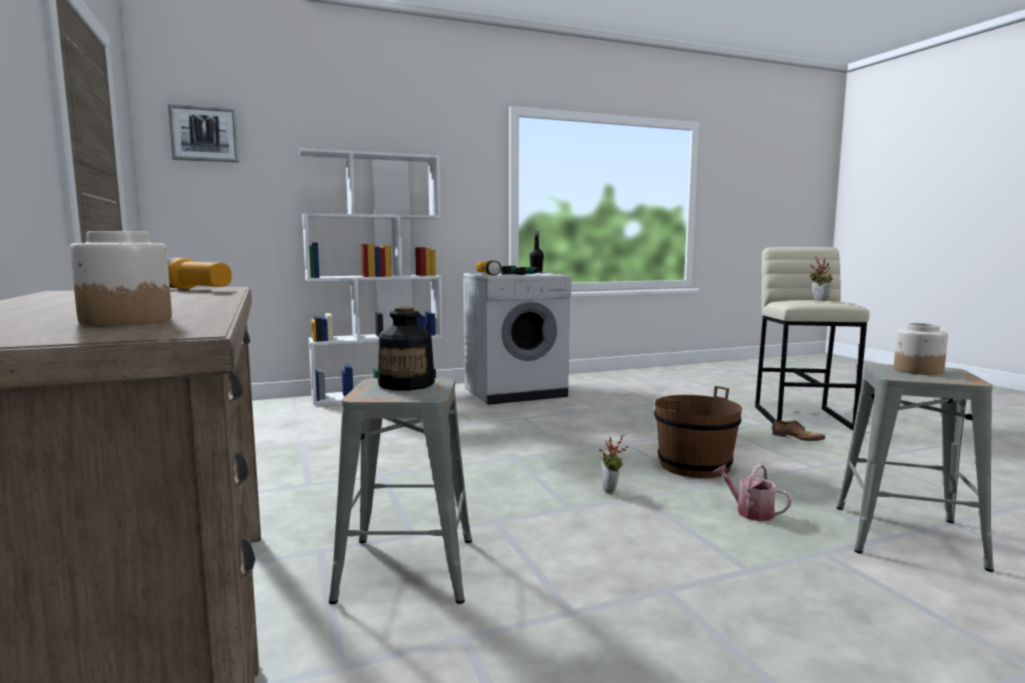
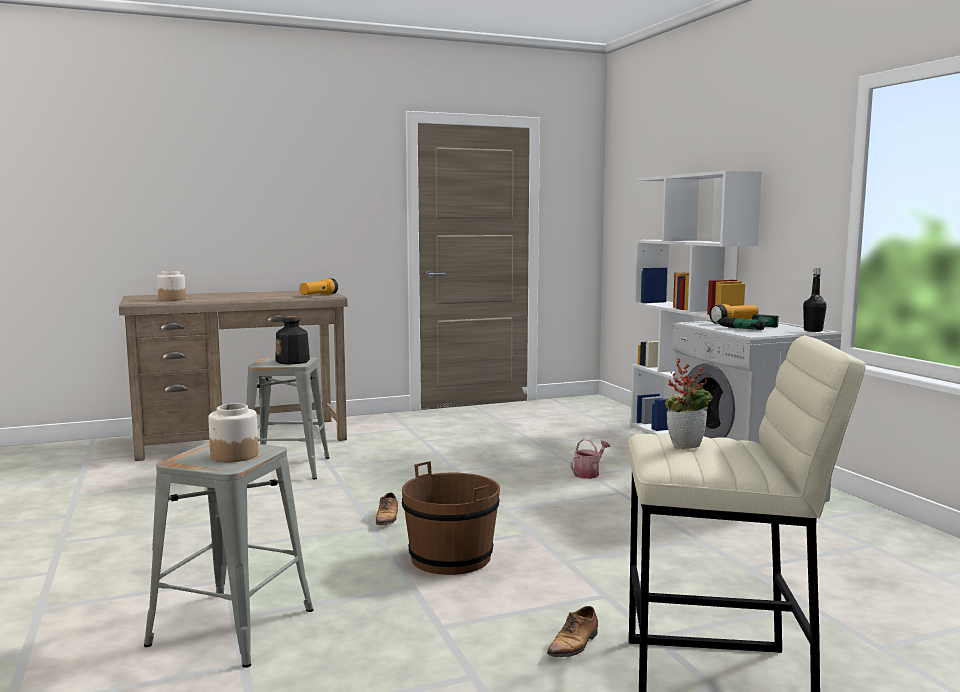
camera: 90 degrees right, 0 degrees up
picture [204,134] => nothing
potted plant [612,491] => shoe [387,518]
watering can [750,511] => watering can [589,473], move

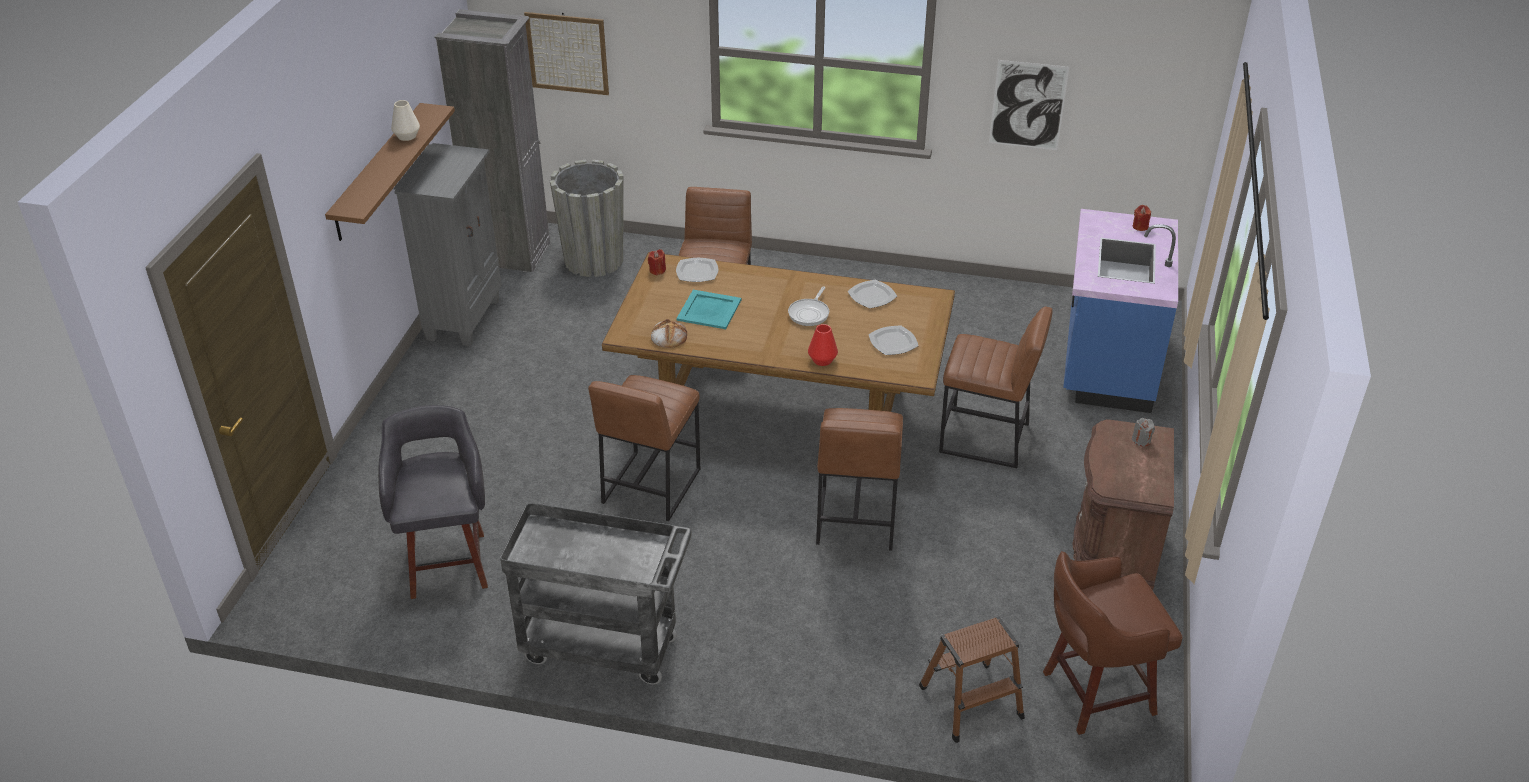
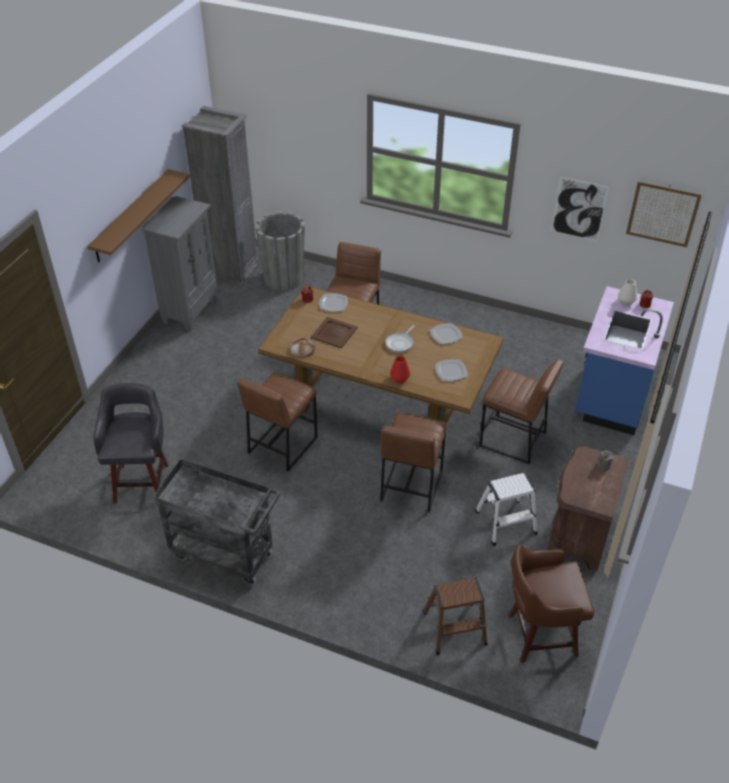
camera: 10 degrees right, 5 degrees up
picture [567,52] => picture [663,212], move
vase (white) [407,136] => vase (white) [626,301], move
tray (turquoise) [708,310] => tray (brown) [333,333]
nothing => step ladder (white) [505,522]

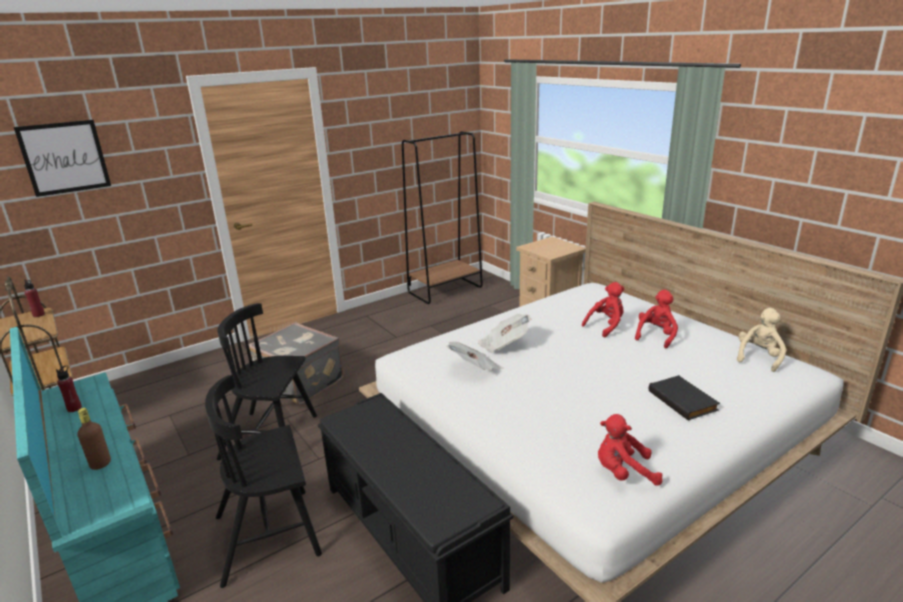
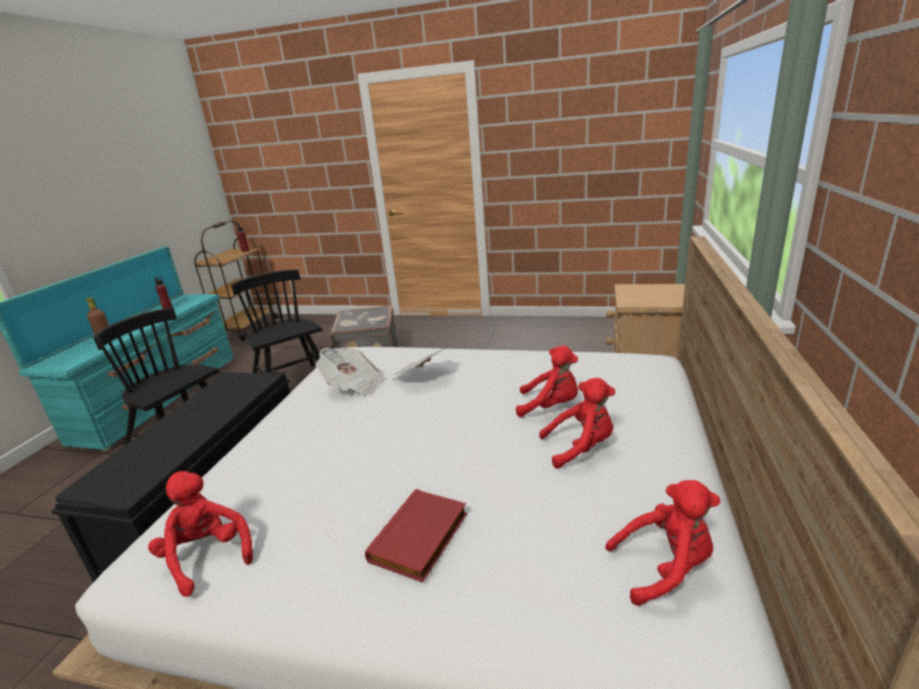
camera: 50 degrees right, 0 degrees up
picture [64,157] => nothing
clothes rack [445,290] => nothing
plush toy (beige) [759,357] => plush toy (red) [664,568]
book (black) [684,400] => book (red) [421,538]

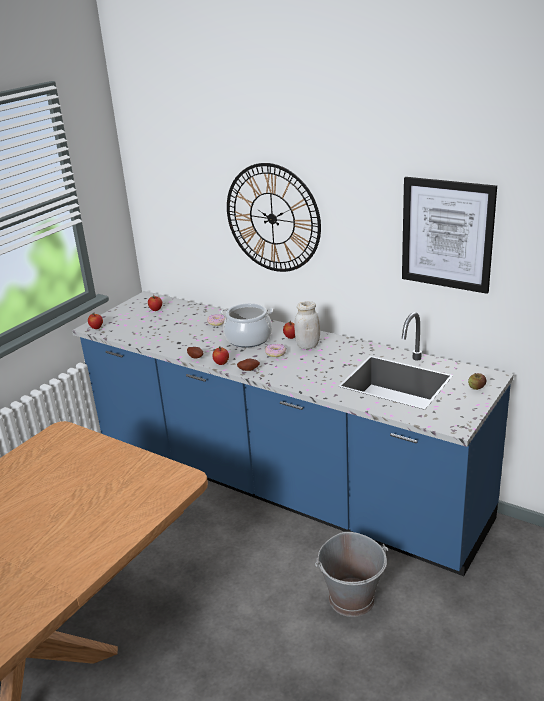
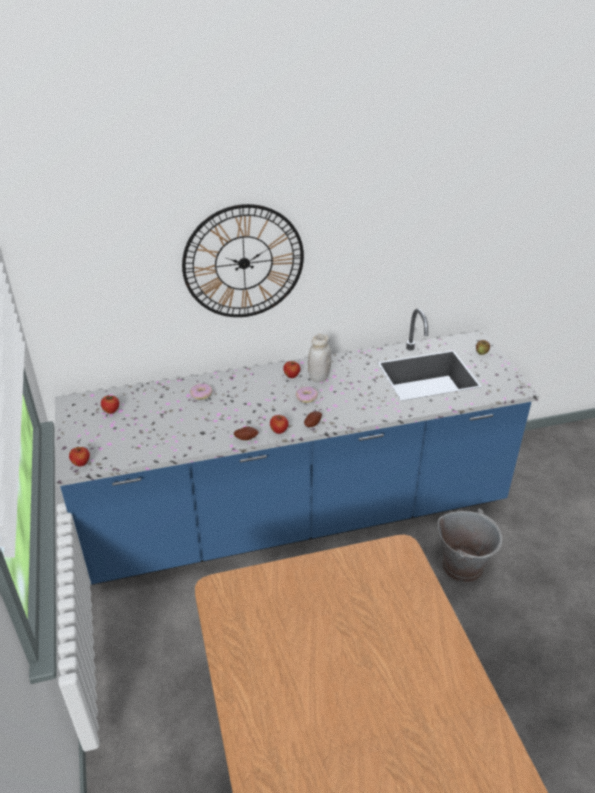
camera: 50 degrees left, 10 degrees up
picture [447,234] => nothing
cooking pot [248,338] => nothing

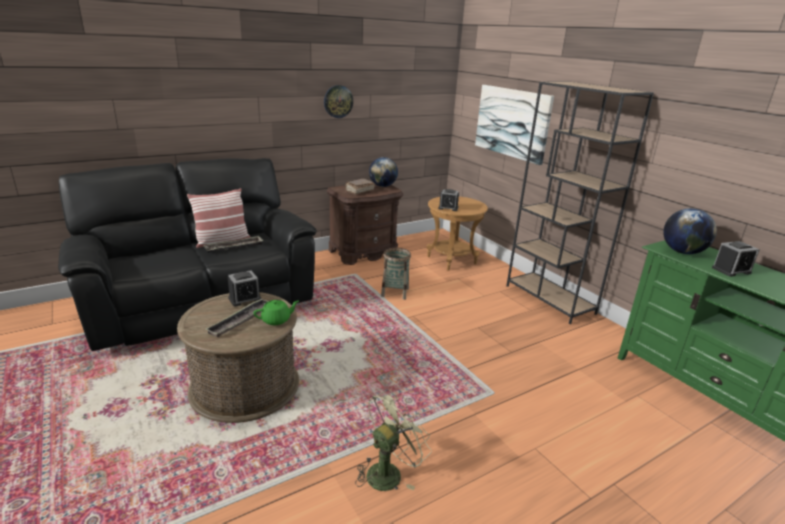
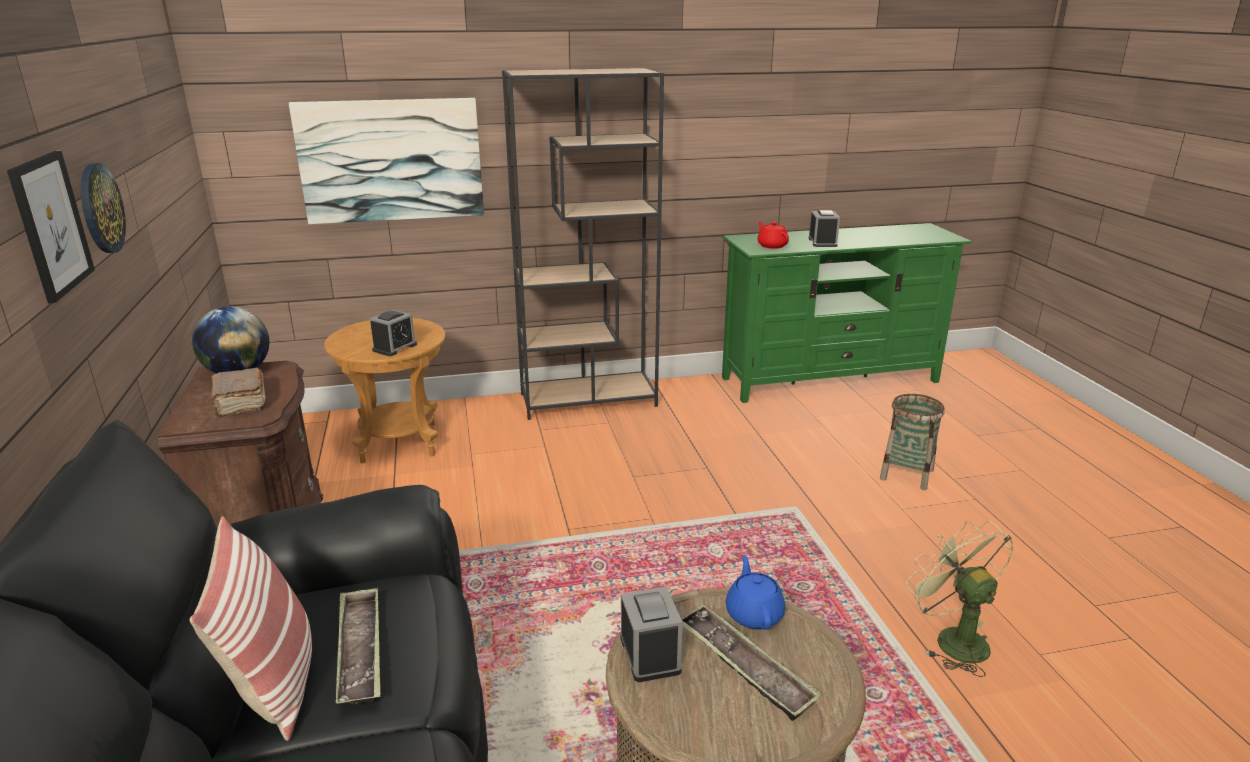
camera: 70 degrees left, 0 degrees up
globe [682,252] => teapot (red) [772,245]
basket [395,292] => basket [907,474], move
teapot (green) [276,320] => teapot (blue) [754,614]
nothing => picture [51,225]

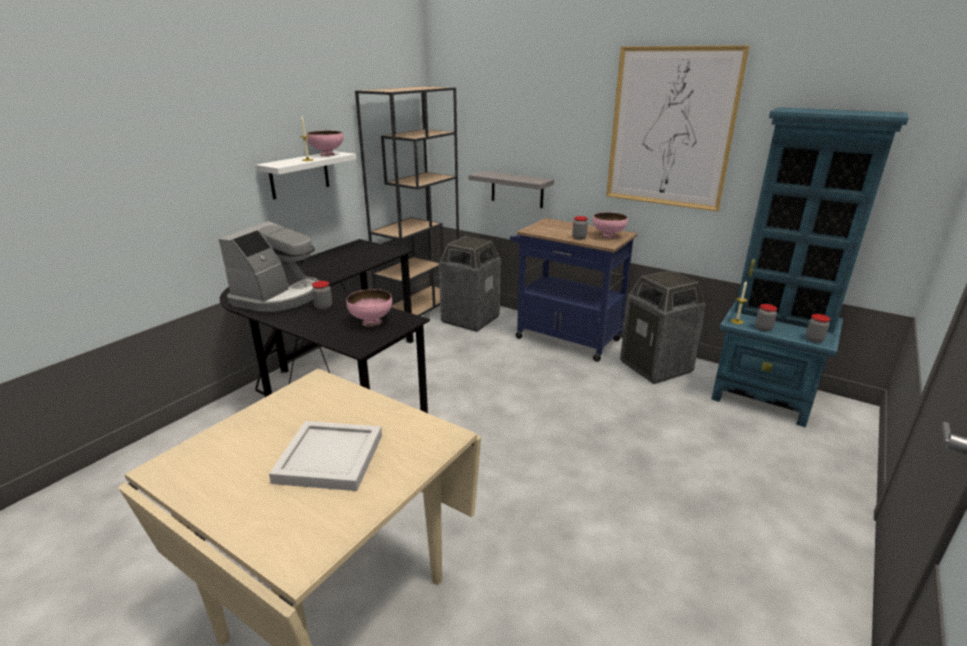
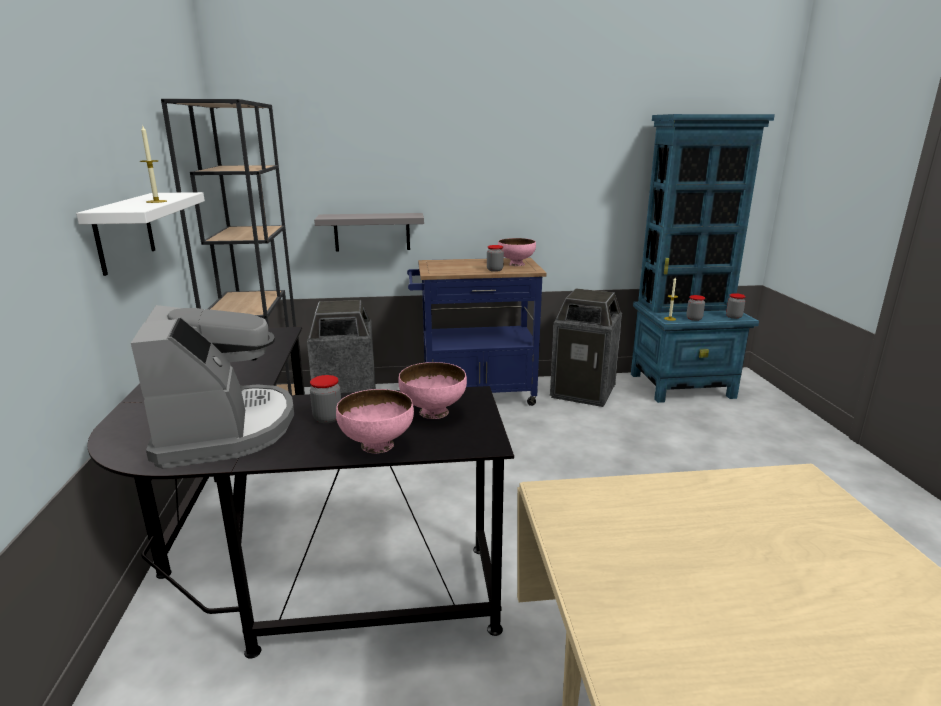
camera: 40 degrees left, 5 degrees down
picture [670,128] => nothing
bowl (pink) [327,155] => bowl (pink) [376,445], move
tray (white) [328,459] => nothing

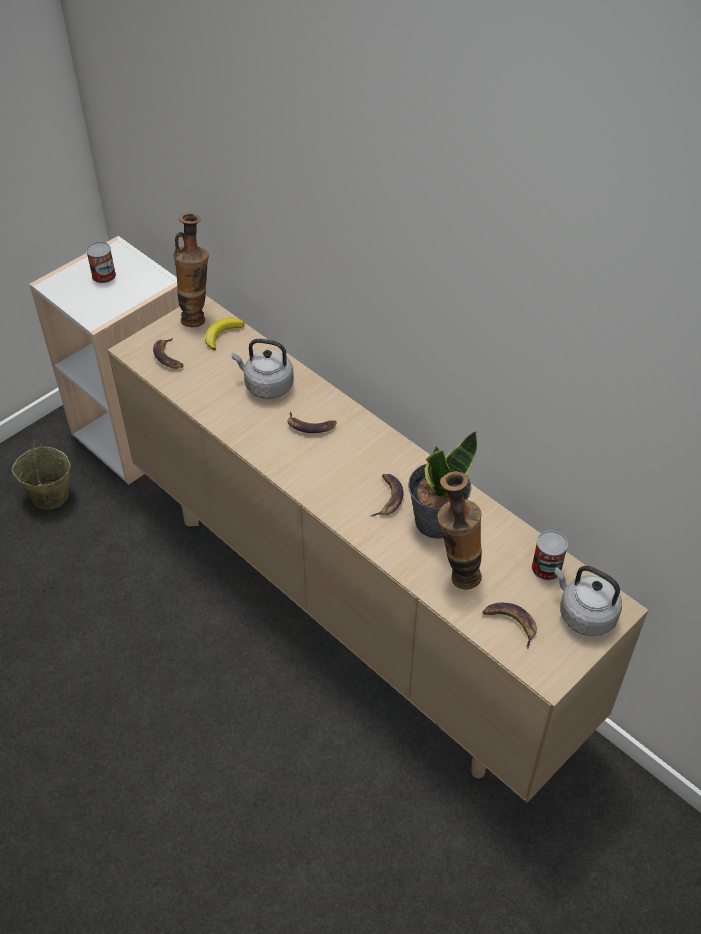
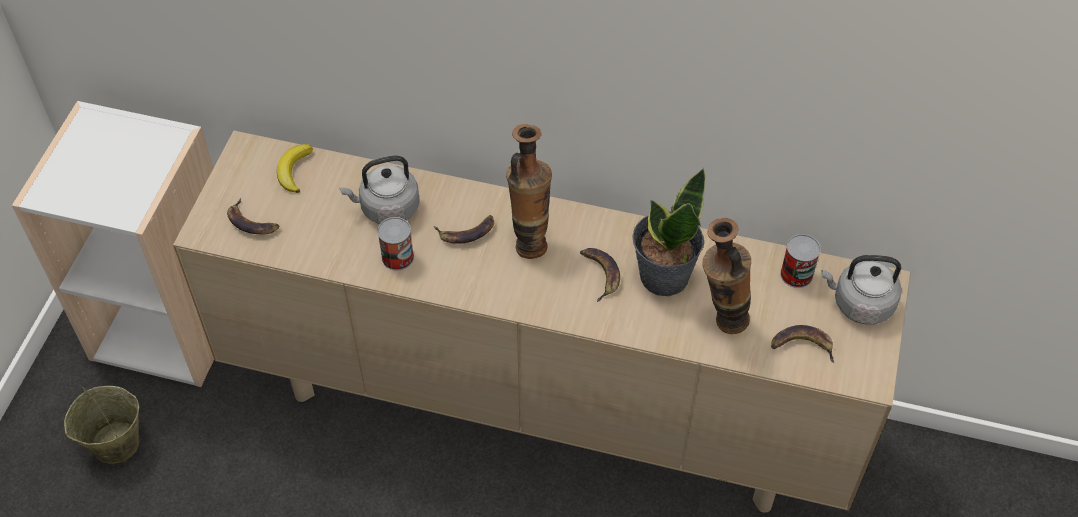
camera: 30 degrees left, 5 degrees up
vase [197,317] => vase [530,240], move
can [104,275] => can [397,257], move

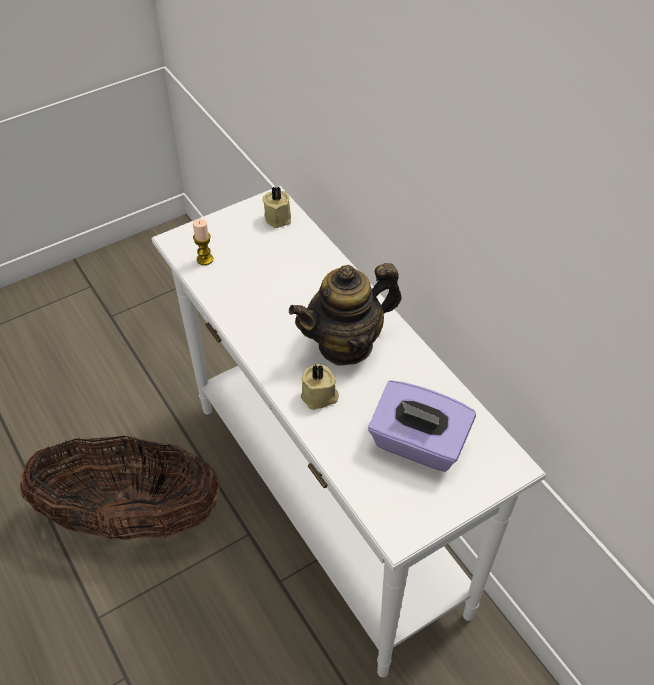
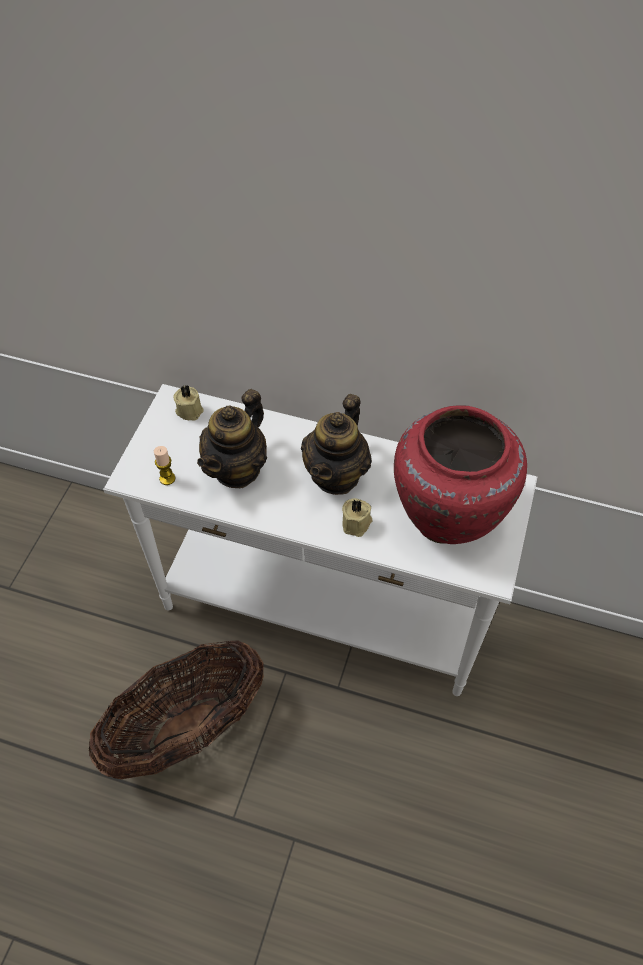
camera: 40 degrees left, 5 degrees up
tissue box (purple) [418,444] => vase (red) [449,511]
nothing => teapot [237,468]

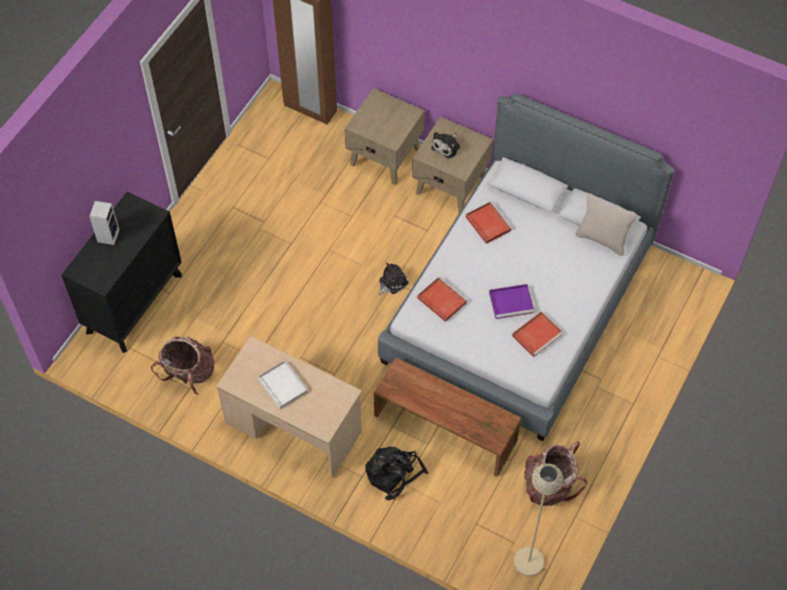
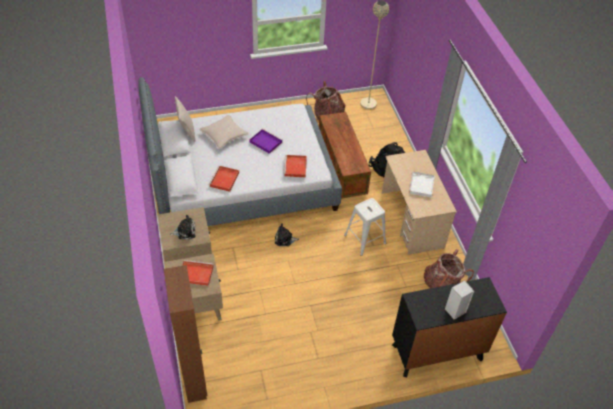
camera: 135 degrees left, 10 degrees down
tray (red) [537,334] => tray (red) [195,274], move
nothing => pillow (beige) [224,134]
nothing => stool (white) [364,239]

